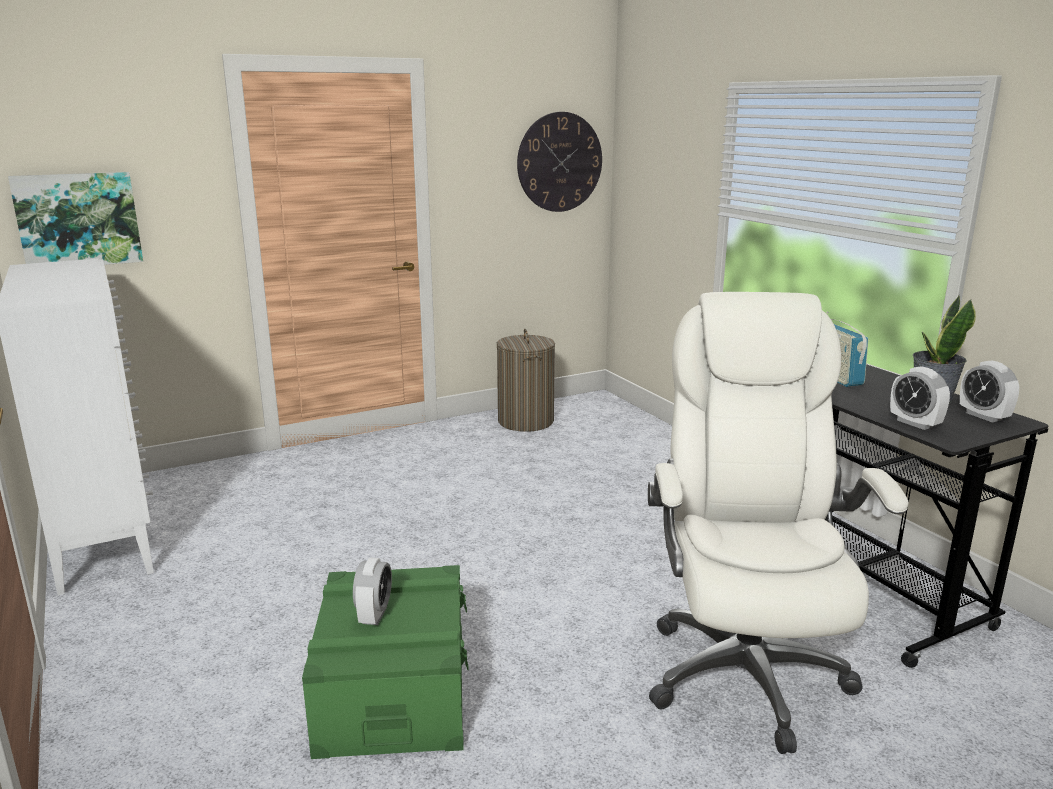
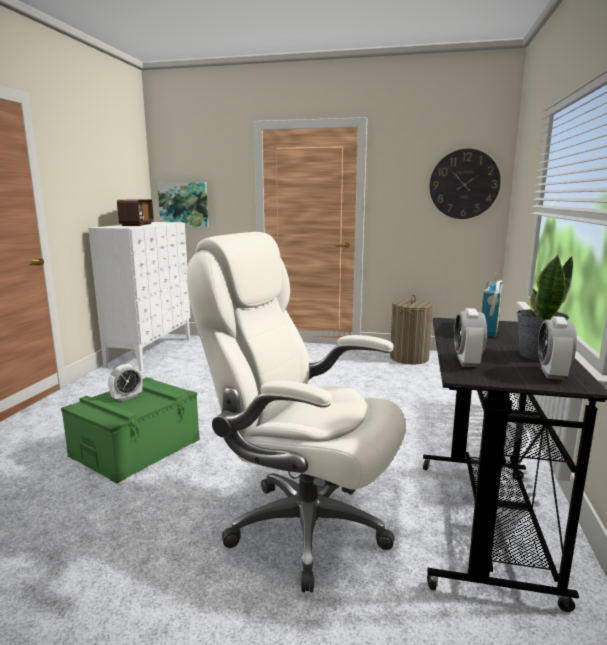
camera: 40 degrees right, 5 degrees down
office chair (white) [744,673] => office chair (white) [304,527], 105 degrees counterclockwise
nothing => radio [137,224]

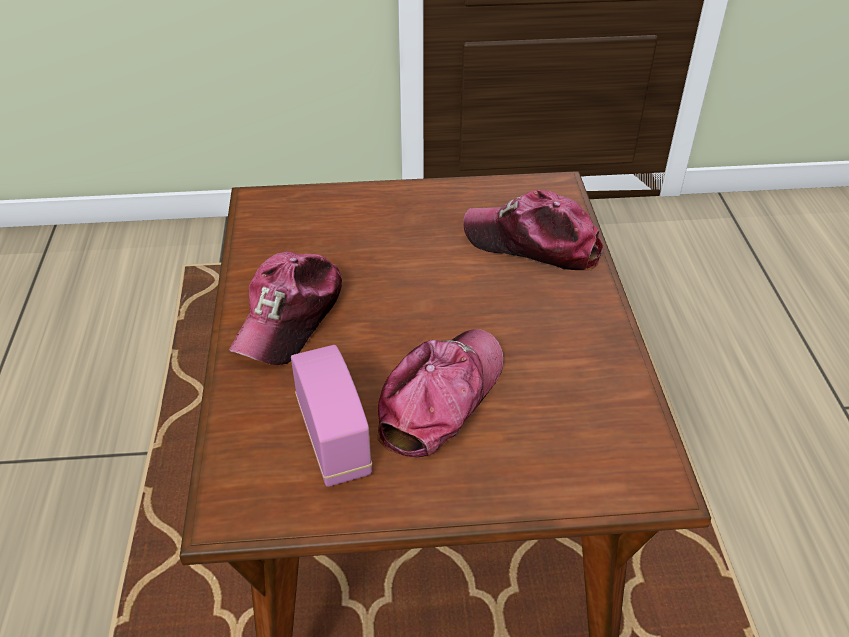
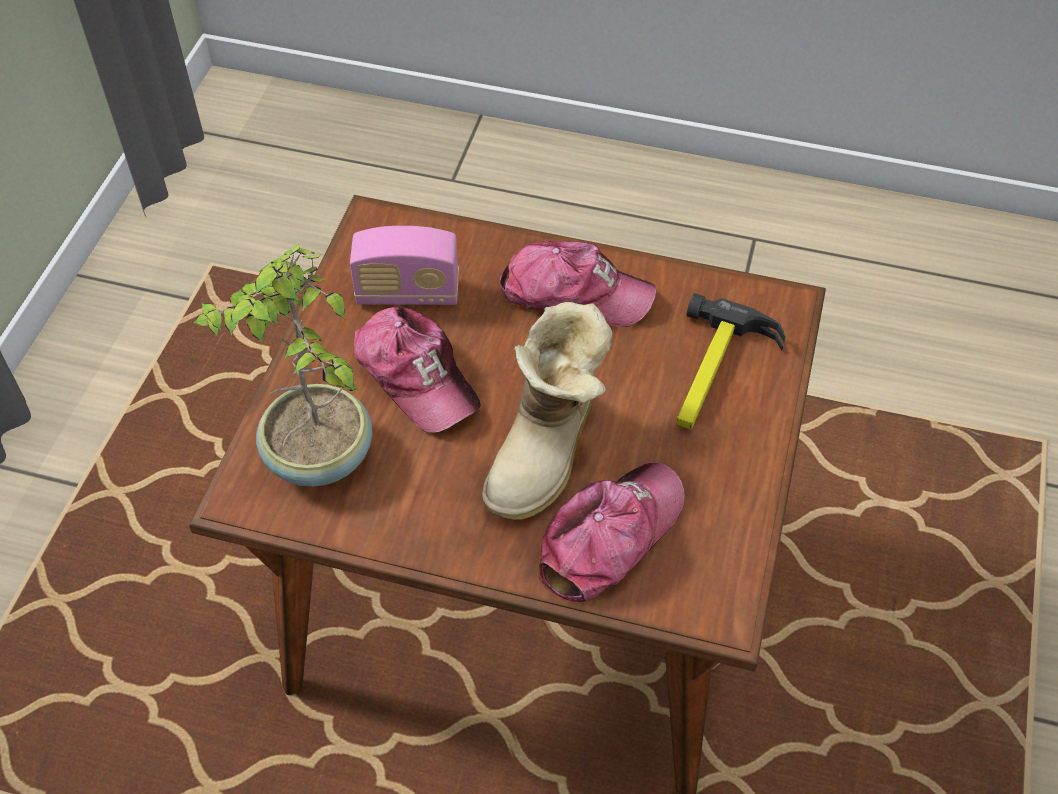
camera: 110 degrees right, 10 degrees up
cap [290,317] => cap [575,294], 150 degrees clockwise
nothing => potted plant [317,458]
nothing => hammer [716,374]
nothing => boot [548,451]

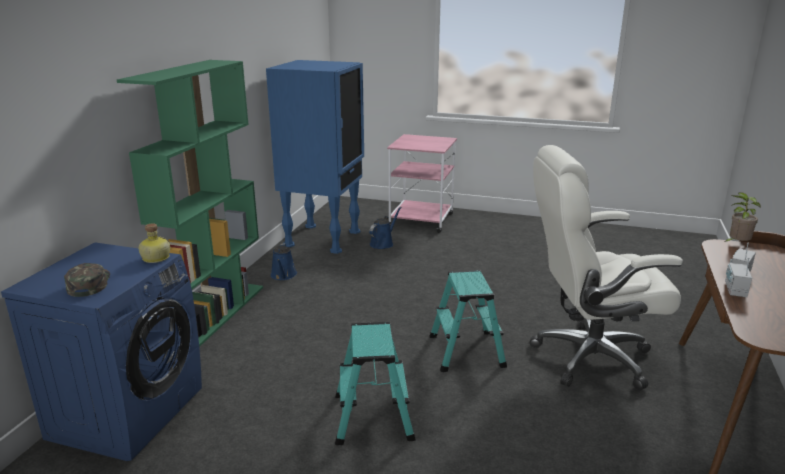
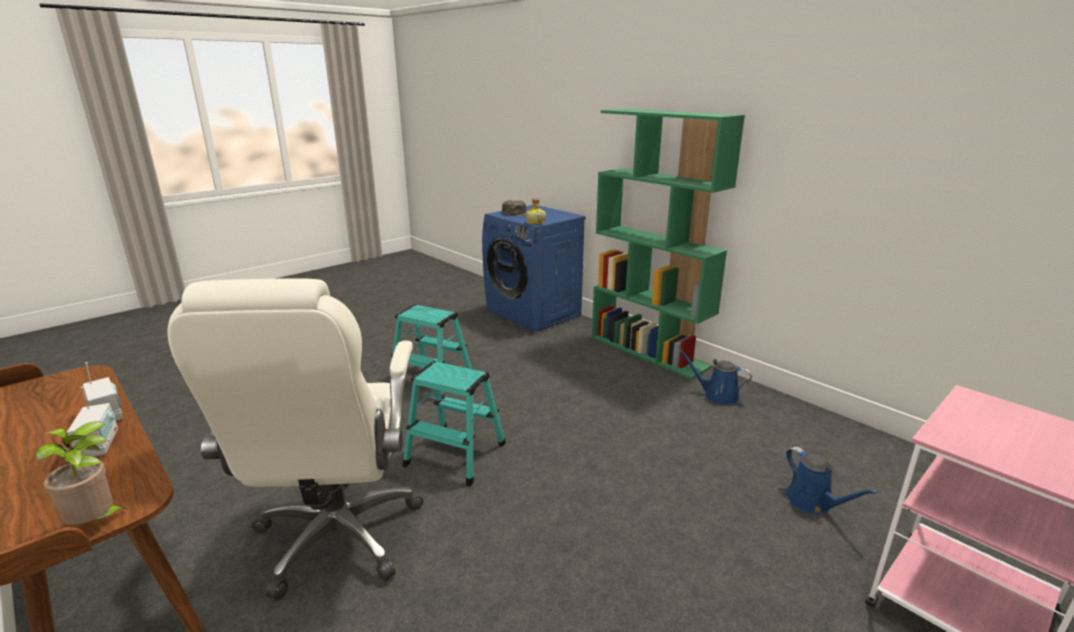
camera: 120 degrees right, 0 degrees up
cabinet (blue) [324,238] => nothing
office chair (white) [589,358] => office chair (white) [337,538], 150 degrees clockwise

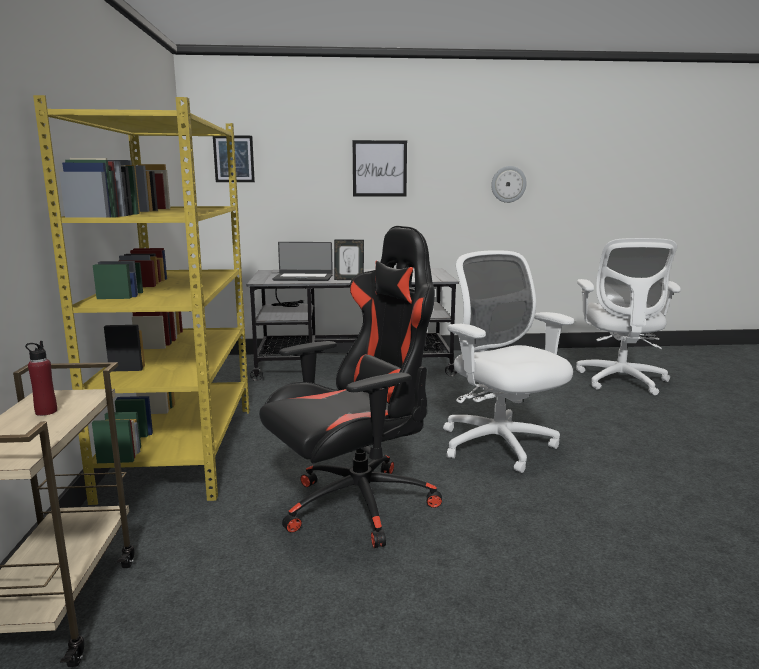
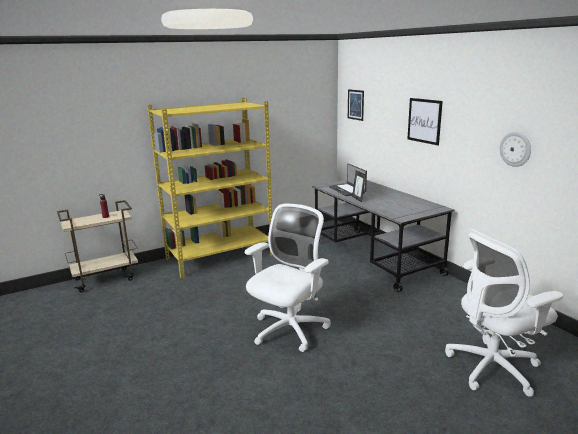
camera: 65 degrees right, 5 degrees up
office chair (black) [349,509] => nothing

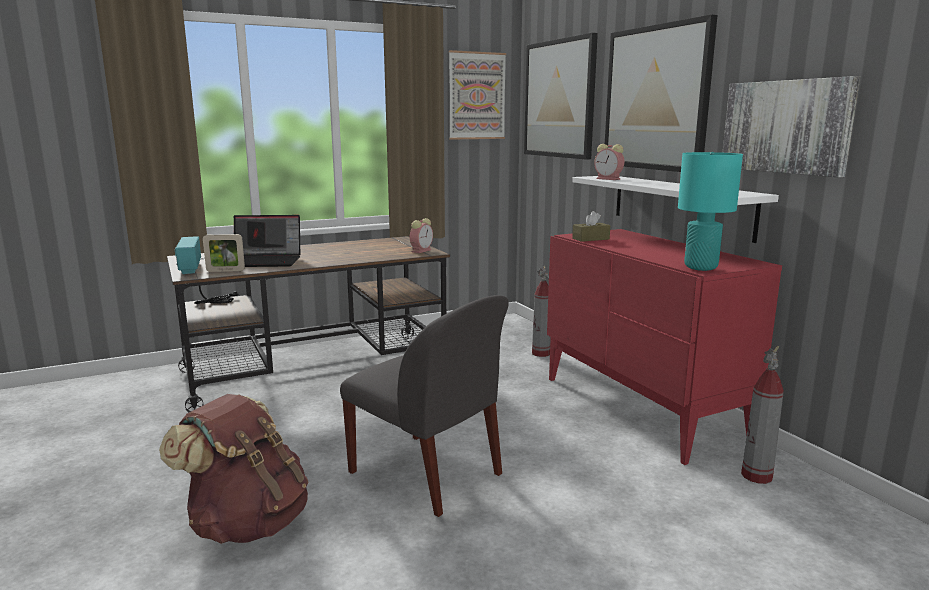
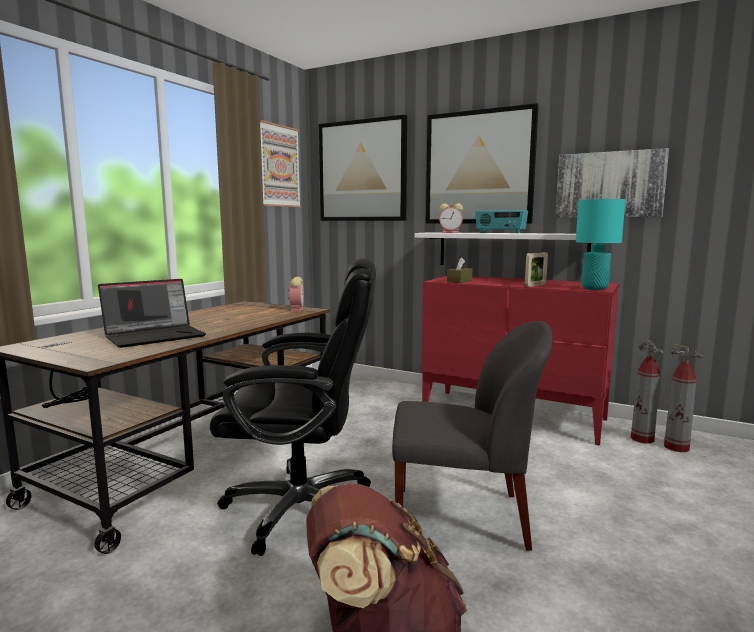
camera: 35 degrees left, 5 degrees down
picture frame [225,271] => picture frame [535,285], move
radio [189,268] => radio [500,233], move
fire extinguisher [541,353] => fire extinguisher [676,447], move
nothing => office chair (black) [300,508]

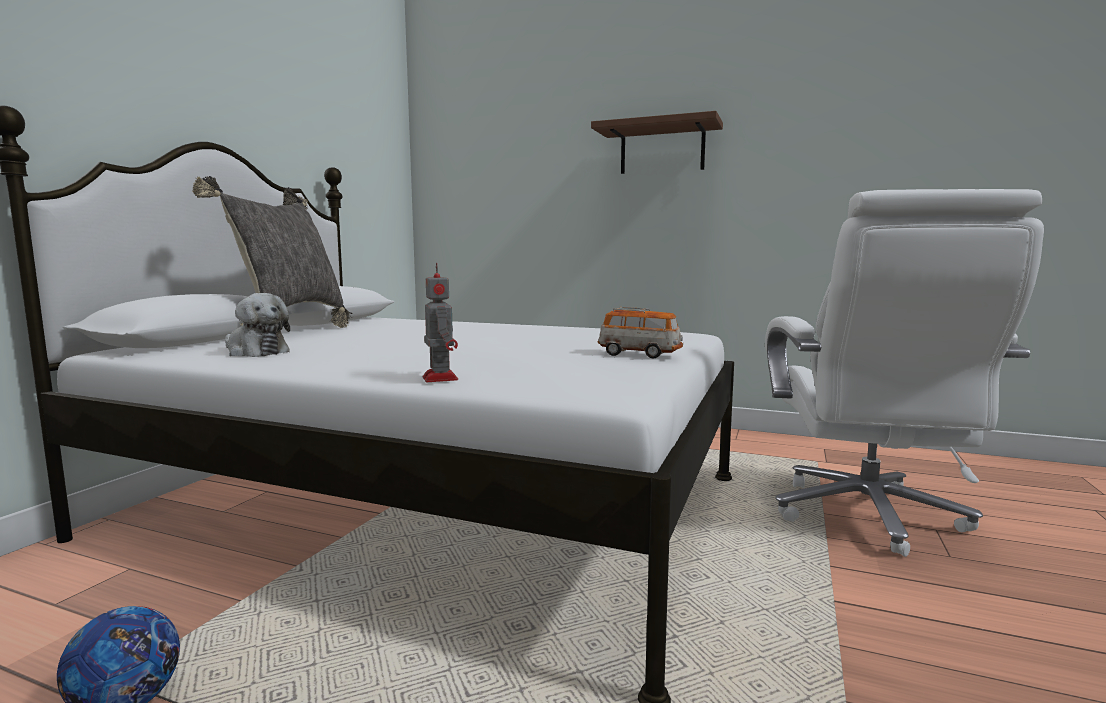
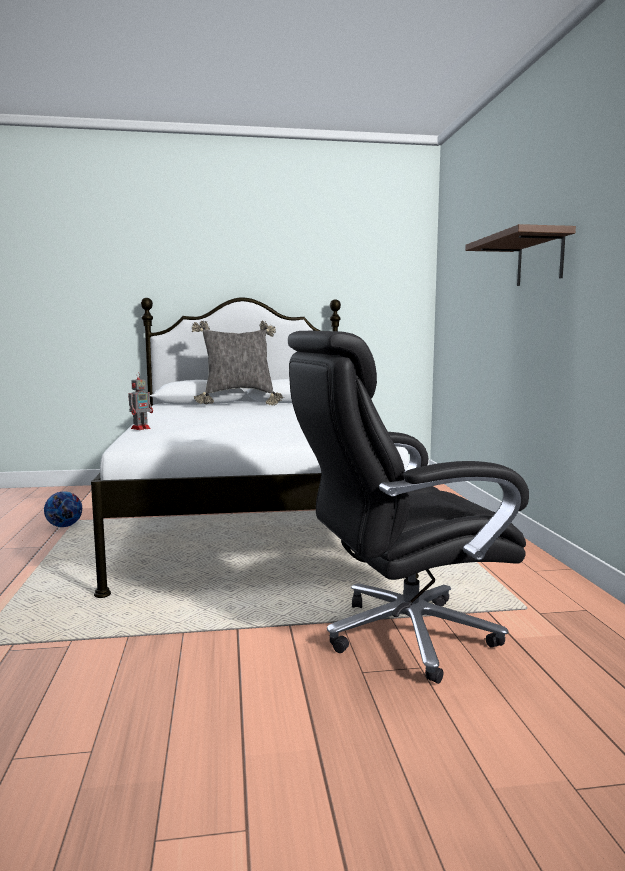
camera: 60 degrees right, 0 degrees up
office chair (white) [870,520] => office chair (black) [400,637]
plush toy [255,352] => nothing
toy car [640,354] => nothing

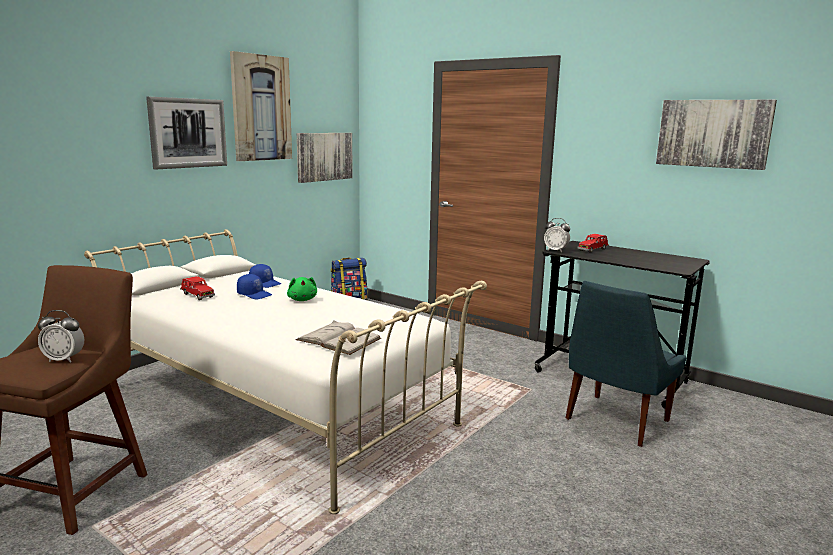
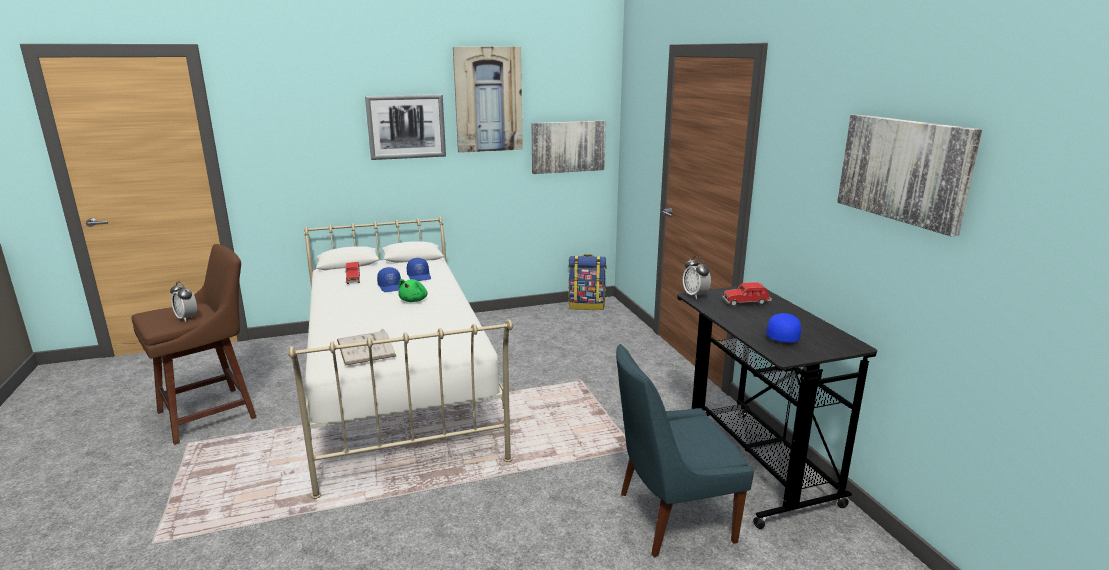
camera: 35 degrees right, 5 degrees up
nothing => cap (blue) [781,336]

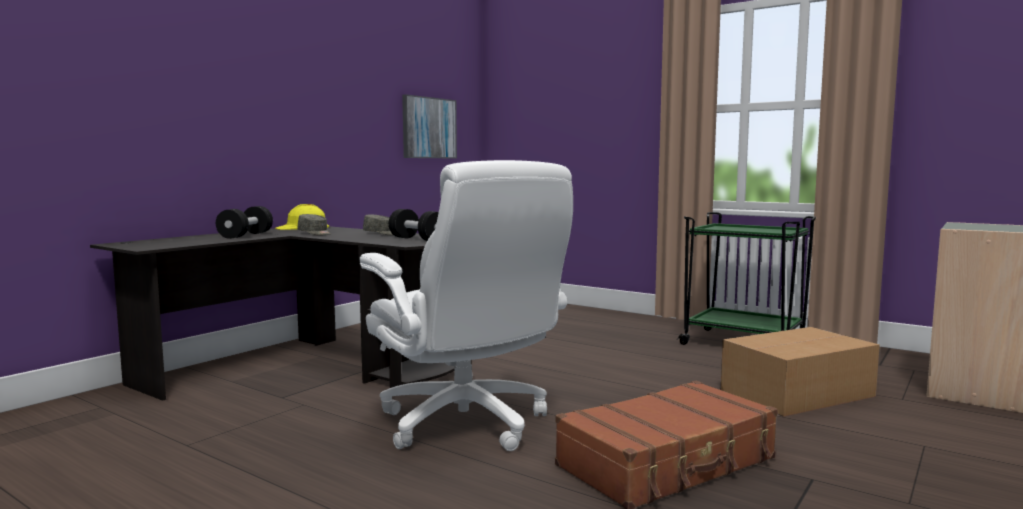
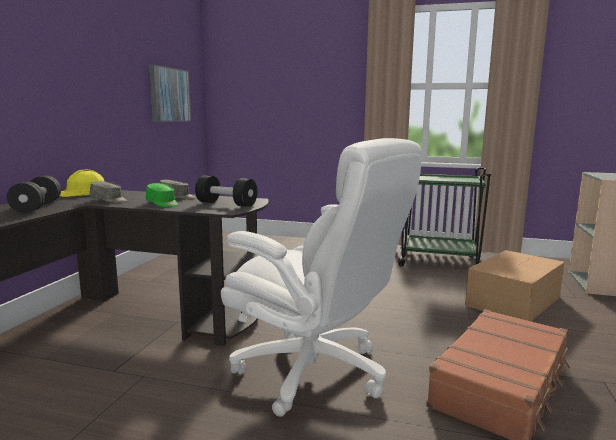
camera: 20 degrees left, 5 degrees up
nothing => cap (green) [162,203]

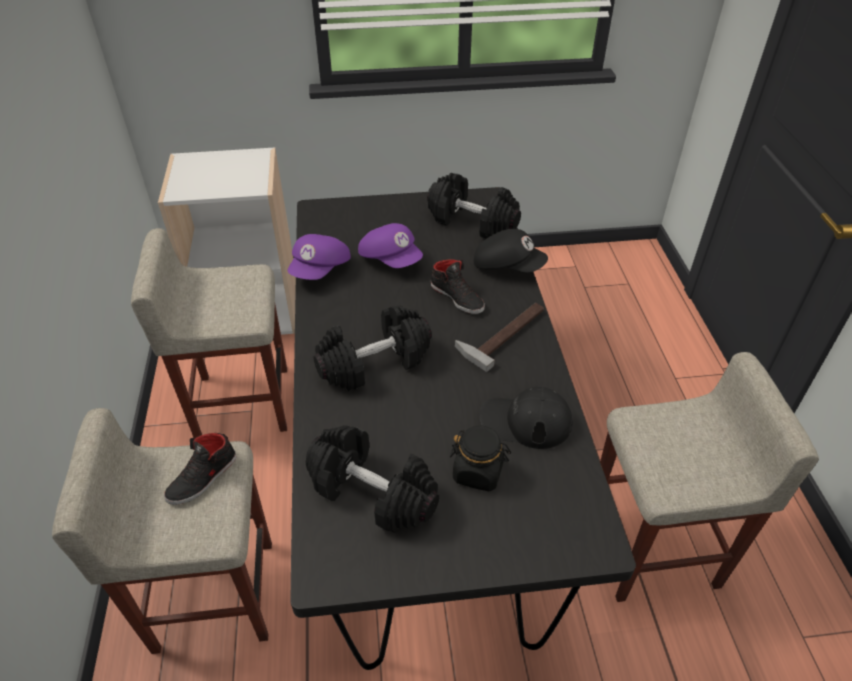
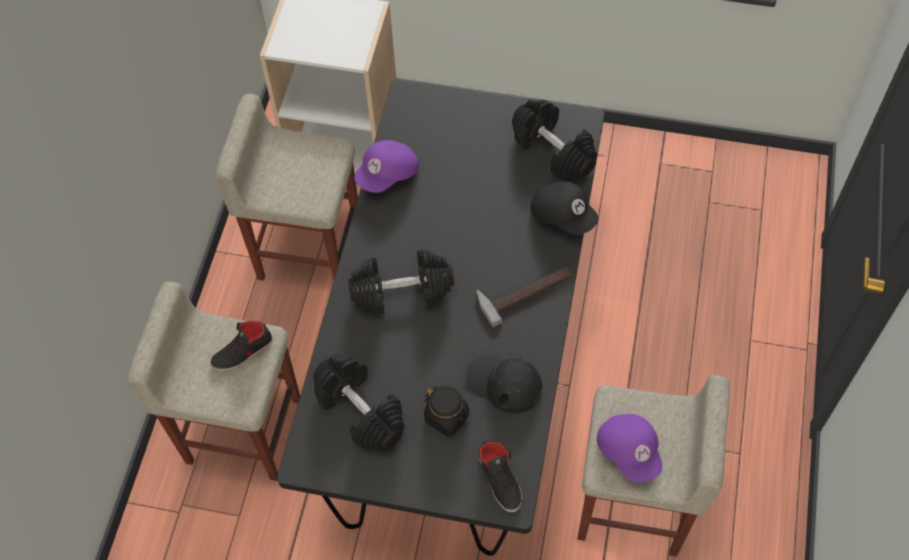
camera: 20 degrees right, 15 degrees up
cap (purple) [391,259] => cap (purple) [629,451], move
shoe (black) [457,297] => shoe (black) [500,480], move

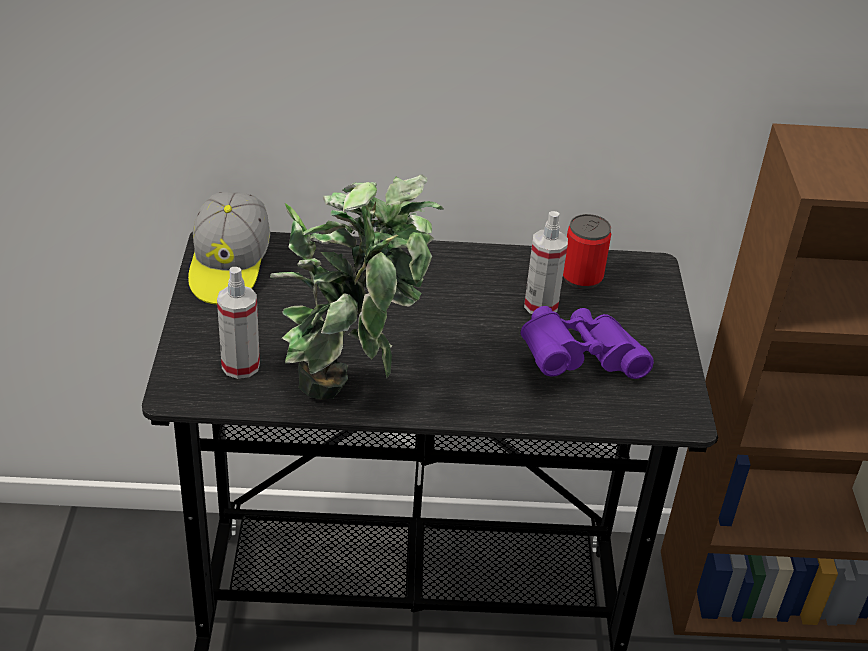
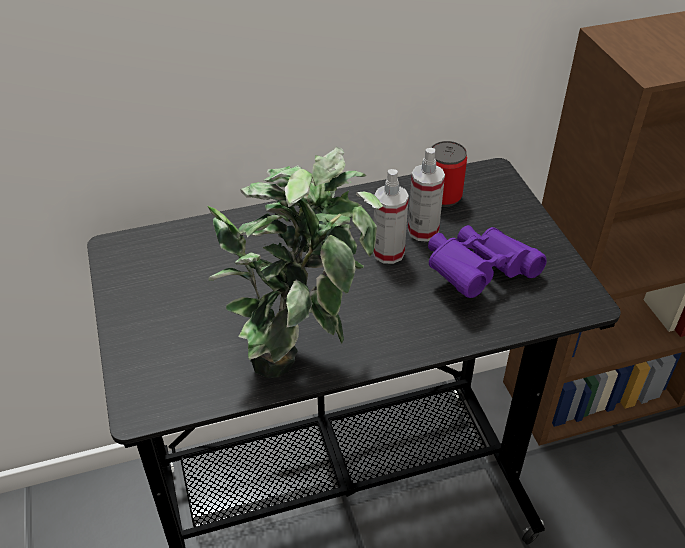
camera: 15 degrees left, 5 degrees up
cap [229,267] => nothing
spray bottle [240,366] => spray bottle [388,253], move

